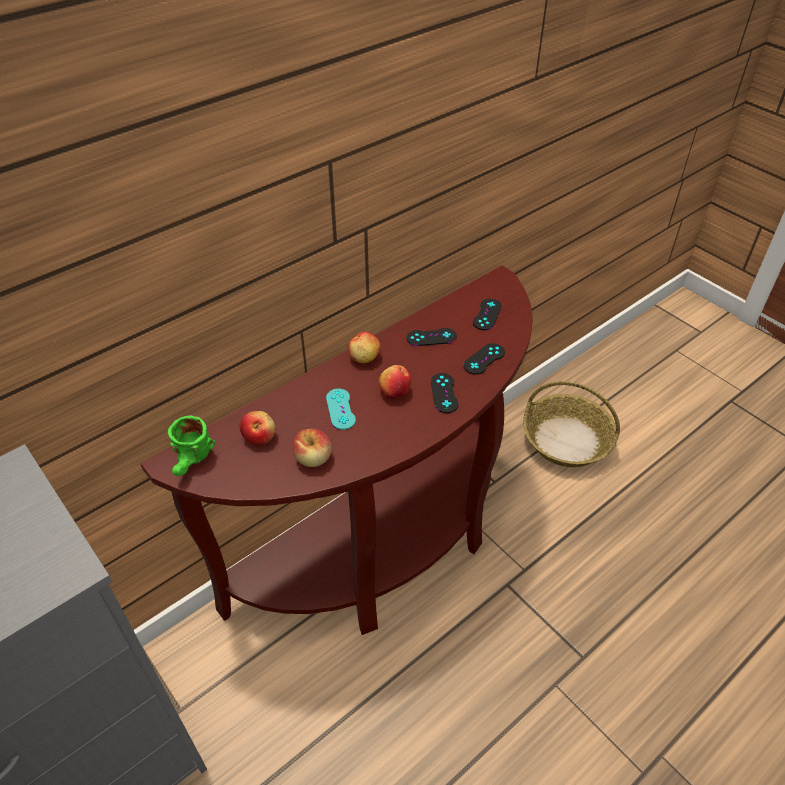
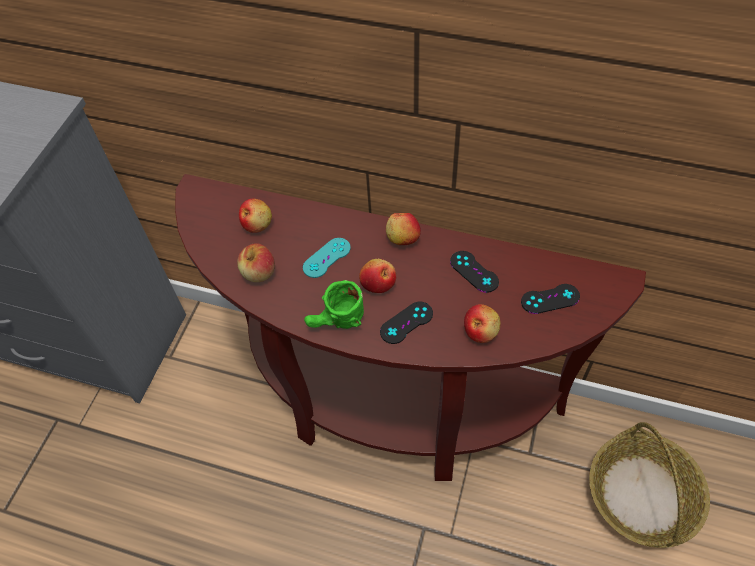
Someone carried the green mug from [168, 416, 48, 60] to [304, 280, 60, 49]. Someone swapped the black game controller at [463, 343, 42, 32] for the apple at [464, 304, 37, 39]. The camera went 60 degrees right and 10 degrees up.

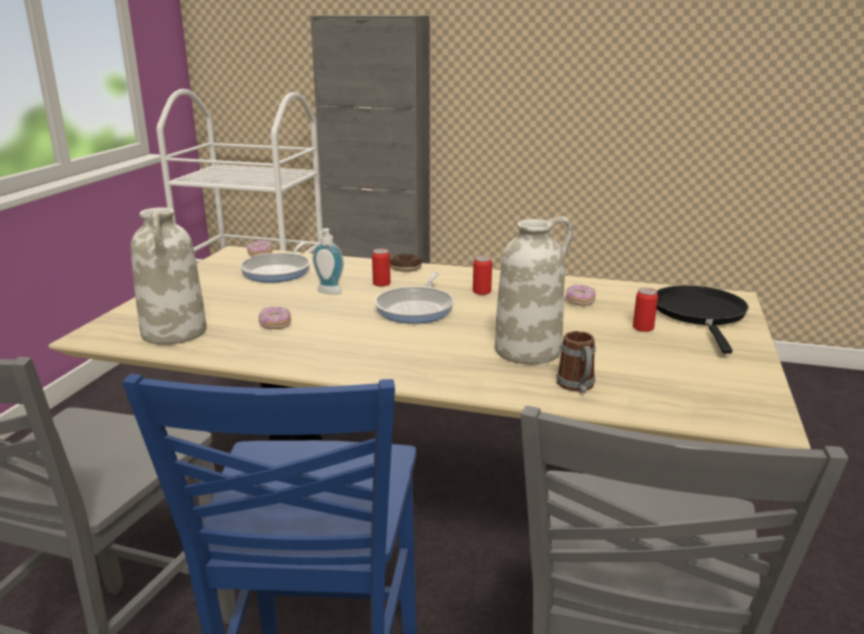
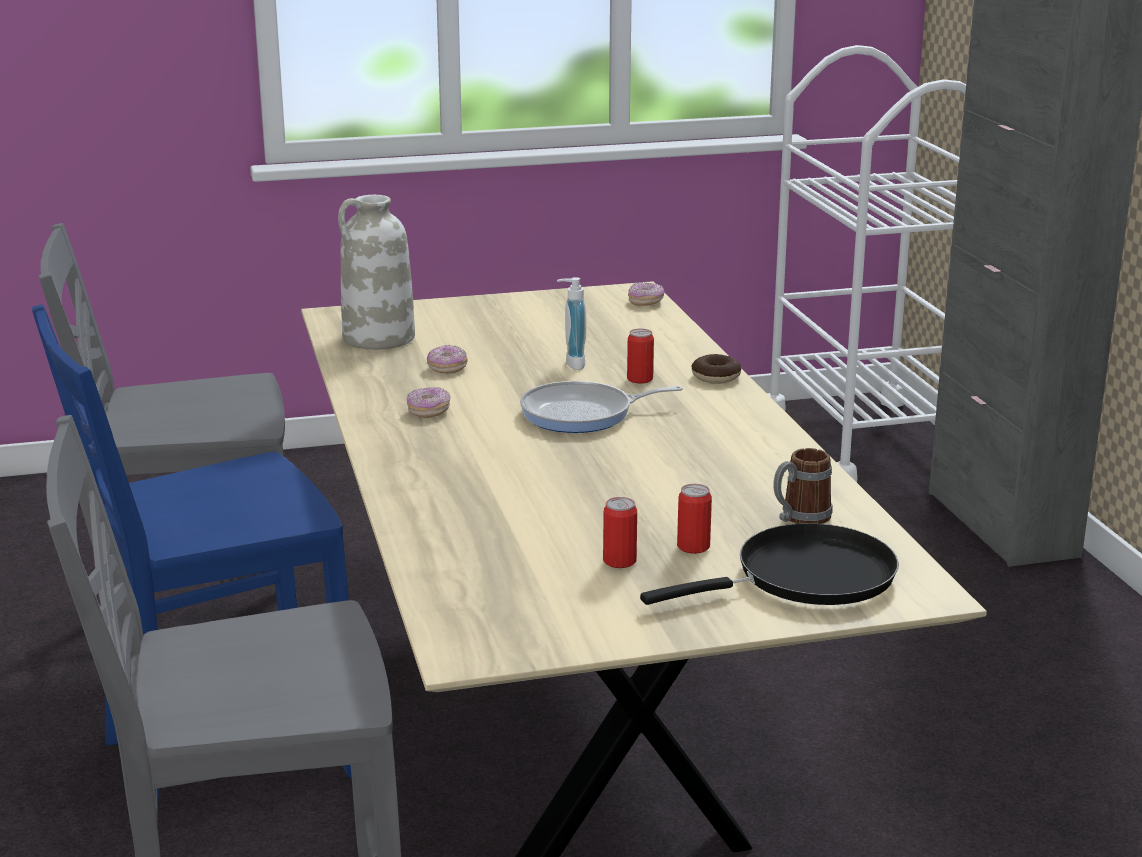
Someone took away the frying pan at [240, 241, 70, 41]. Someone took away the white vase at [495, 216, 78, 148]. Someone carried the can from [473, 256, 19, 39] to [603, 497, 34, 71]. Someone carried the mug from [556, 331, 39, 62] to [773, 448, 60, 76]. Someone carried the donut from [565, 284, 31, 22] to [407, 387, 44, 31]. The camera went 60 degrees right and 0 degrees up.

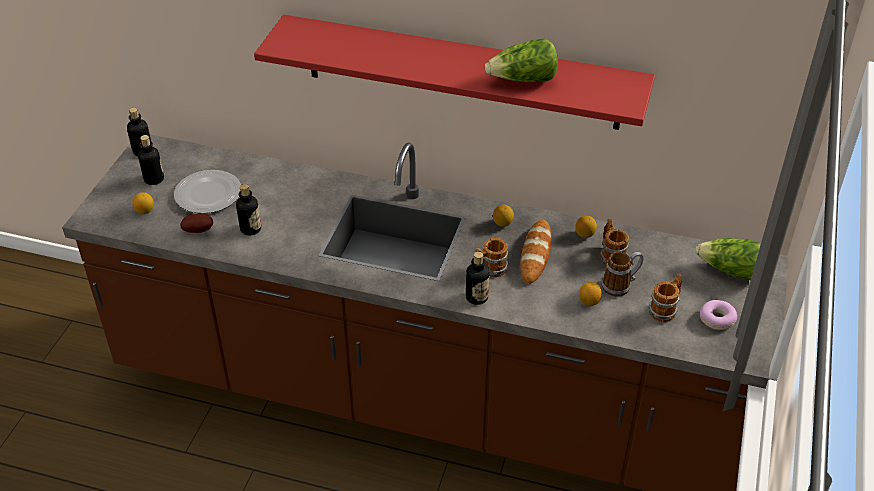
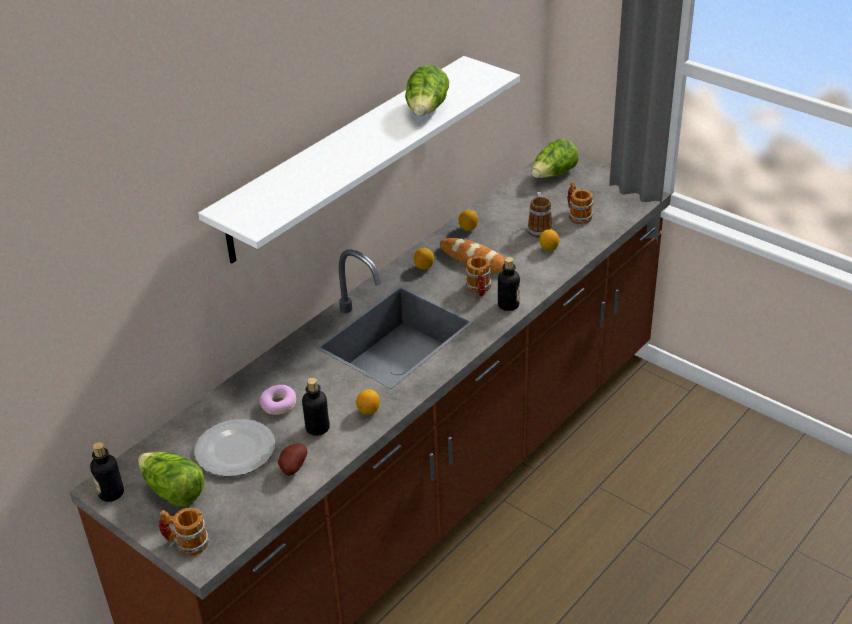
Someone carried the lemon from [132, 192, 22, 22] to [356, 390, 24, 25]. Someone carried the mug from [600, 219, 29, 47] to [158, 508, 51, 48]. Someone carried the donut from [700, 300, 37, 30] to [259, 385, 37, 30]. Someone swapped the bottle at [138, 135, 26, 50] for the lettuce at [138, 452, 67, 55]. Someone repainted the red shelf at [254, 15, 401, 115], which became the white shelf at [198, 56, 322, 207]. The camera went 65 degrees left and 5 degrees down.

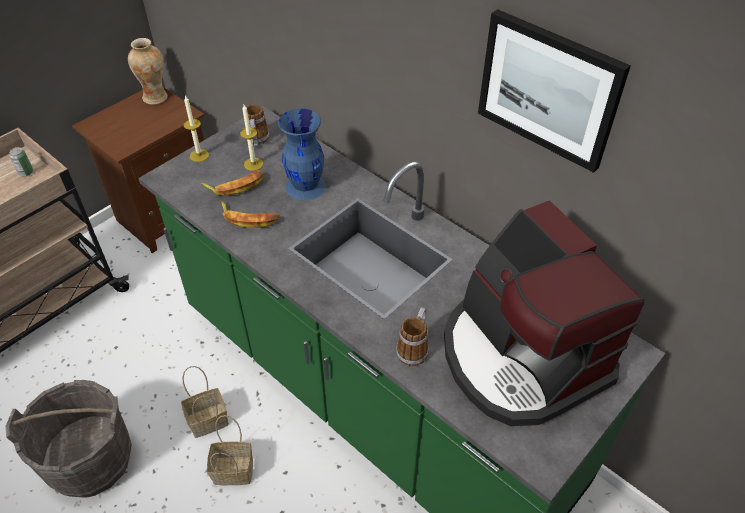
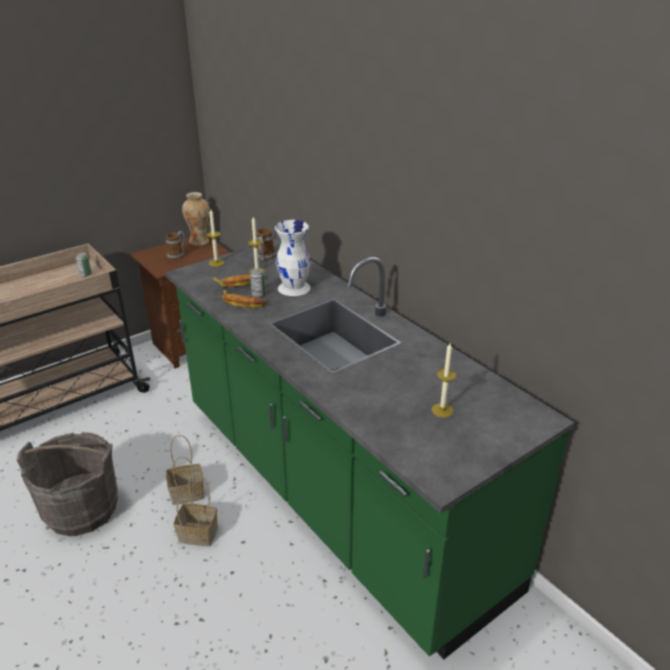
Someone took away the picture at [478, 9, 153, 164]. Someone put down the can at [250, 268, 15, 29]. Someone carried the mug from [396, 307, 32, 59] to [166, 231, 19, 29]. Someone swapped the coffee machine at [444, 200, 200, 226] for the candle at [432, 343, 24, 75]. Someone repainted the blue vase at [278, 109, 48, 91], which became the white vase at [275, 220, 36, 76]. The camera went 10 degrees right and 15 degrees down.

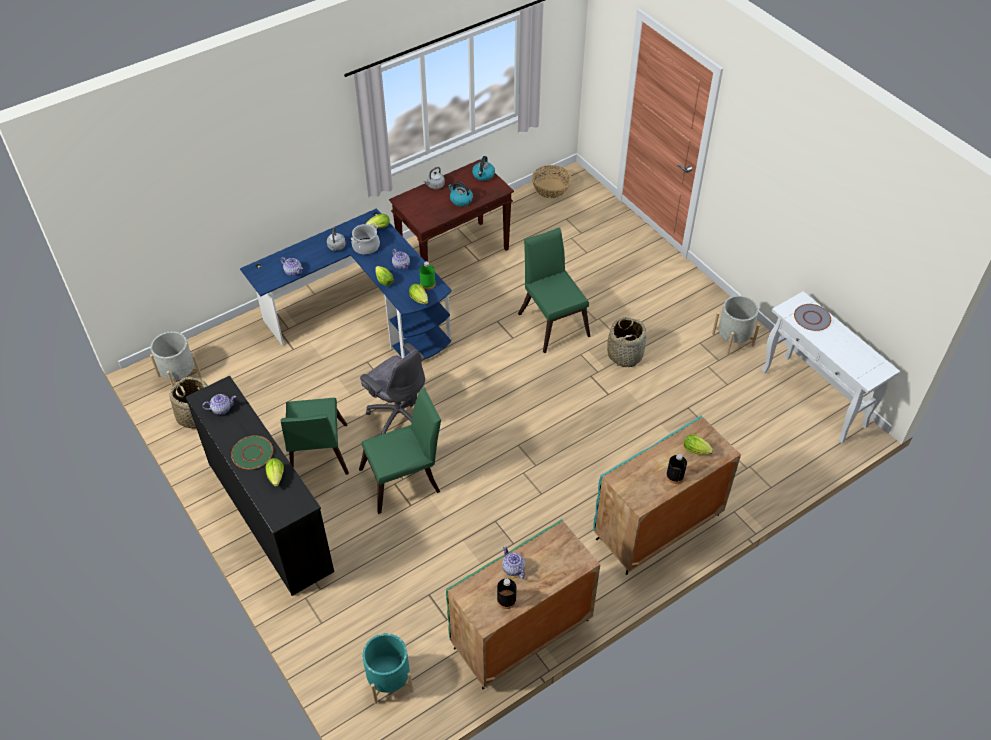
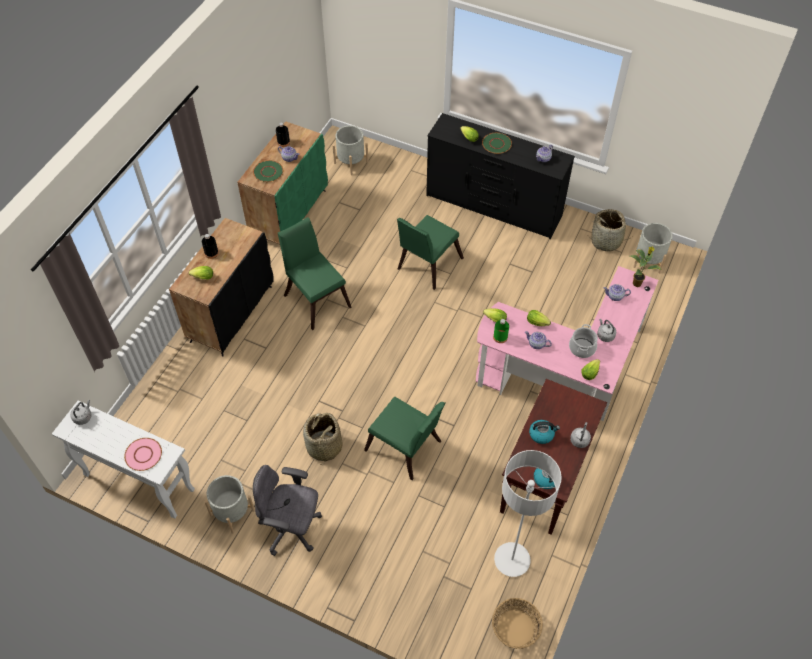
Someone put down the grey kettle at [70, 400, 22, 25]. Someone put down the green plate at [253, 160, 30, 22]. Someone put down the grey floor lamp at [494, 450, 68, 127]. Someone put down the potted plant at [630, 246, 32, 41]. Someone carried the green chair from [281, 398, 68, 77] to [278, 217, 74, 113]. Someone carried the grey office chair from [360, 343, 65, 92] to [253, 465, 69, 91]. Someone repainted the blue desk at [240, 208, 212, 152], which became the pink desk at [476, 266, 183, 155]. Someone repainted the turquoise planter at [362, 633, 51, 71], which became the grey planter at [332, 125, 36, 50]. Someone repainted the turquoise cabinet at [593, 416, 148, 159], which became the black cabinet at [169, 218, 105, 139]. Someone repainted the grey plate at [794, 304, 37, 27], which became the pink plate at [124, 438, 38, 33]. The camera went 150 degrees right and 5 degrees up.

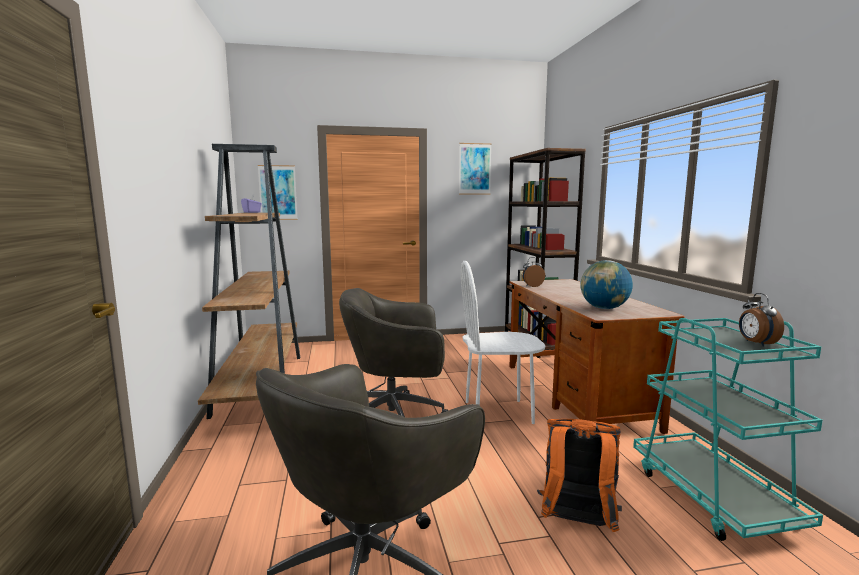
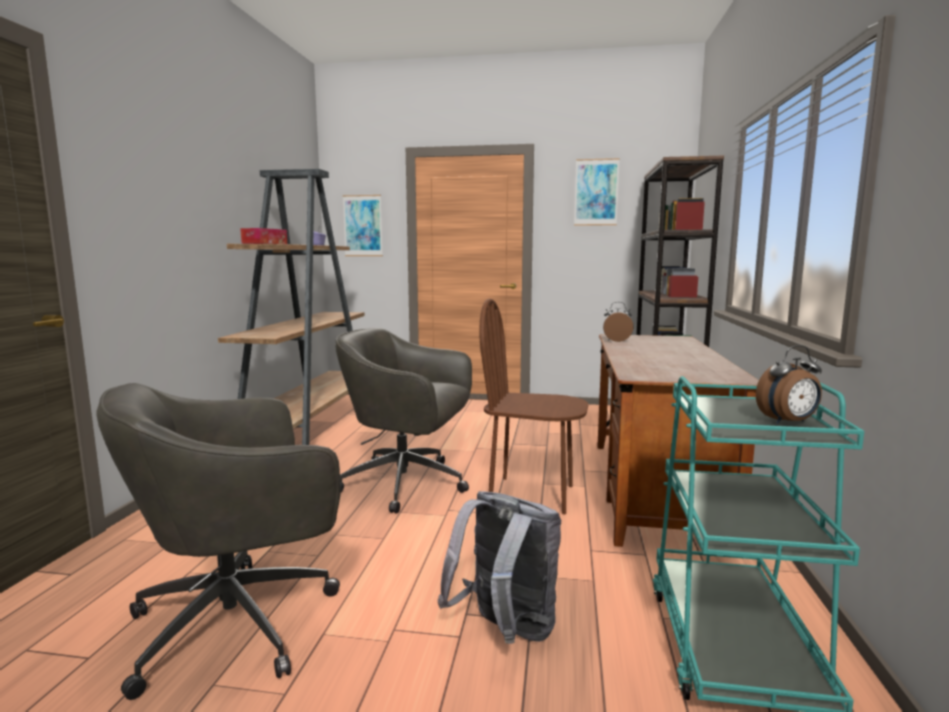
Someone took away the globe at [580, 260, 53, 49]. Someone put down the tissue box at [240, 228, 47, 16]. Someone repainted the white chair at [461, 261, 84, 163], which became the brown chair at [479, 299, 109, 216]. Someone repainted the orange backpack at [537, 419, 85, 113], which became the grey backpack at [437, 491, 124, 153]. Someone rotated the alarm clock at [739, 293, 45, 54] by 120 degrees counterclockwise. The camera went 20 degrees right and 0 degrees up.

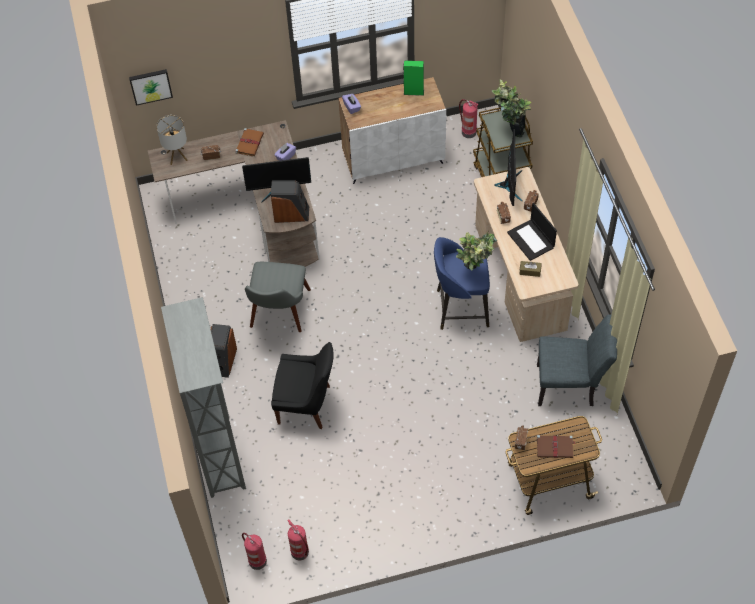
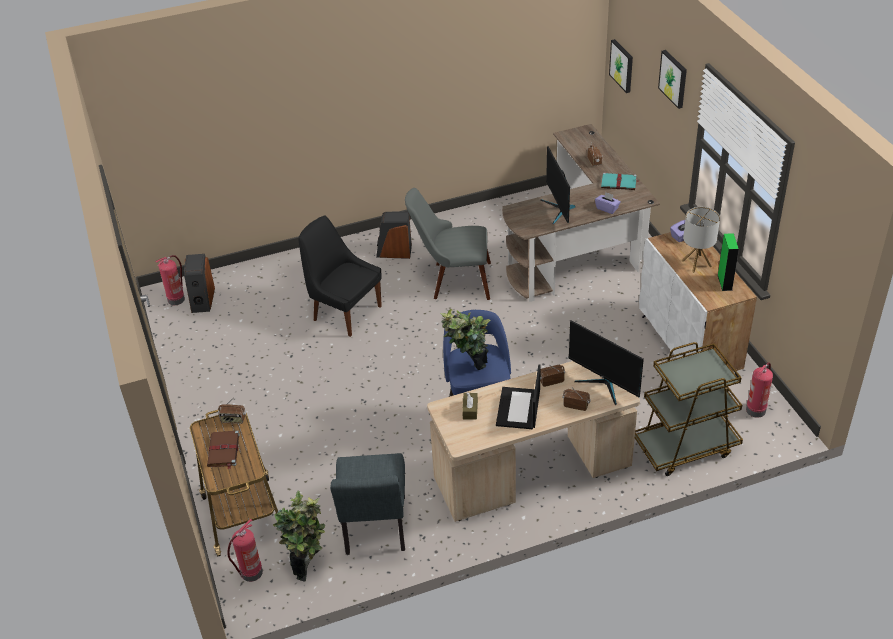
Someone took away the grey bookcase at [161, 297, 85, 201]. Someone put up the picture at [658, 50, 29, 59]. Someone carried the table lamp from [156, 115, 32, 50] to [682, 207, 38, 66]. Someone carried the speaker from [271, 180, 38, 43] to [184, 254, 31, 59]. Someone carried the fire extinguisher from [287, 520, 22, 40] to [228, 519, 35, 63]. Someone carried the potted plant from [492, 79, 39, 59] to [273, 490, 52, 92]. Someone repainted the brown book at [235, 128, 29, 29], which became the turquoise book at [601, 172, 38, 18]. Someone rotated the black chair at [271, 342, 63, 87] by 120 degrees clockwise. Someone rotated the monitor at [494, 129, 29, 77] by 45 degrees clockwise. Someone rotated the laptop at [507, 203, 50, 58] by 45 degrees counterclockwise. The camera went 85 degrees right and 15 degrees down.

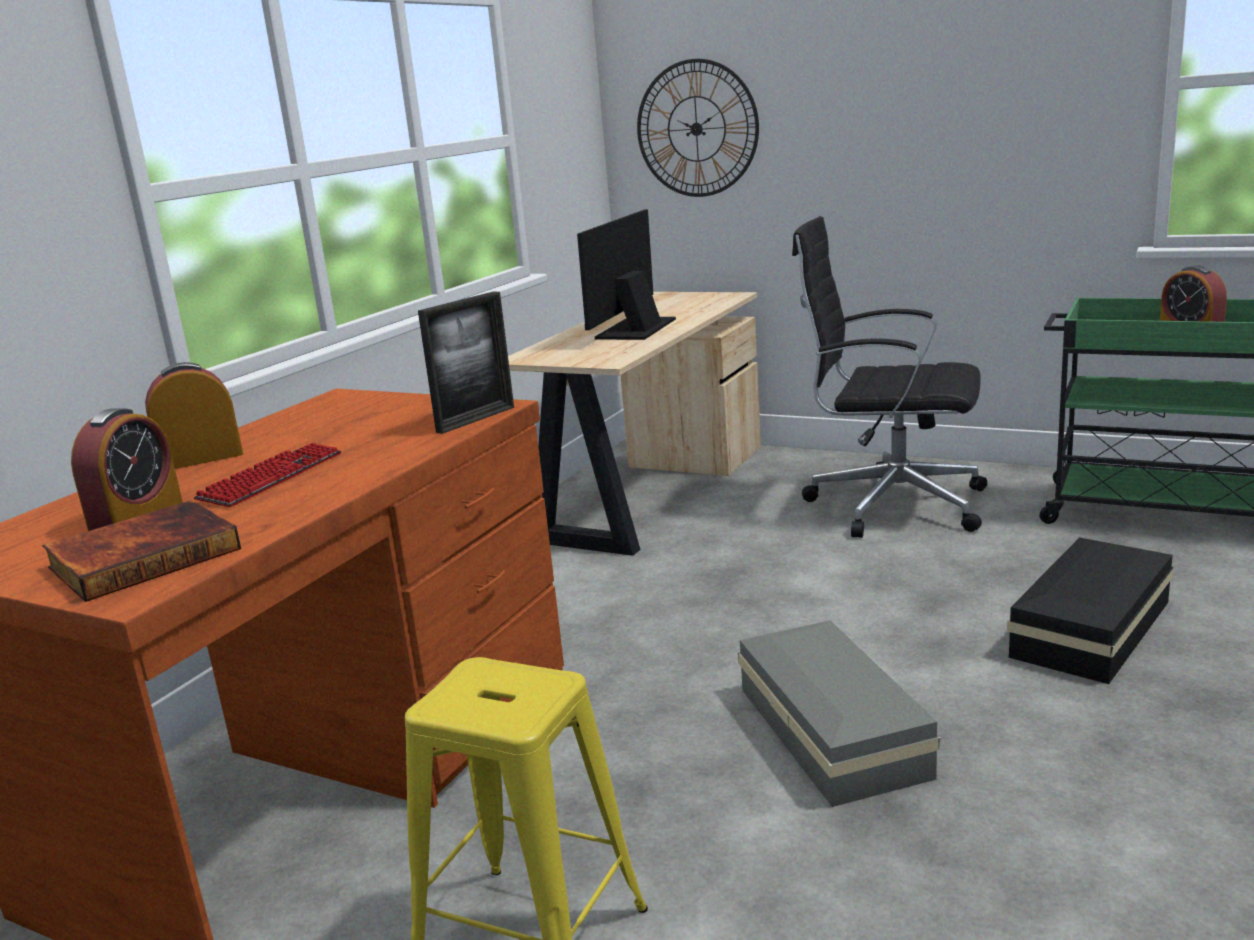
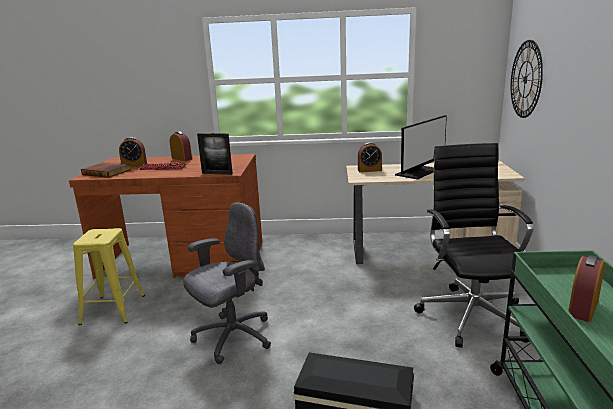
Someone put down the alarm clock at [358, 142, 24, 31]. Someone swapped the grey storage box at [738, 620, 202, 187] for the grey office chair at [183, 203, 88, 161]. Someone rotated the monitor at [577, 209, 99, 131] by 135 degrees clockwise. The camera went 65 degrees right and 0 degrees up.

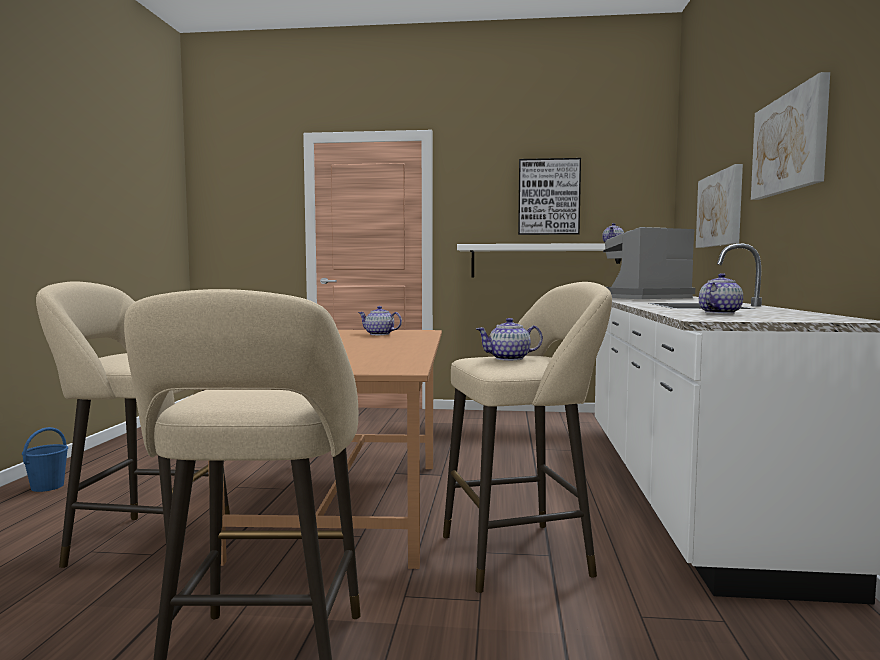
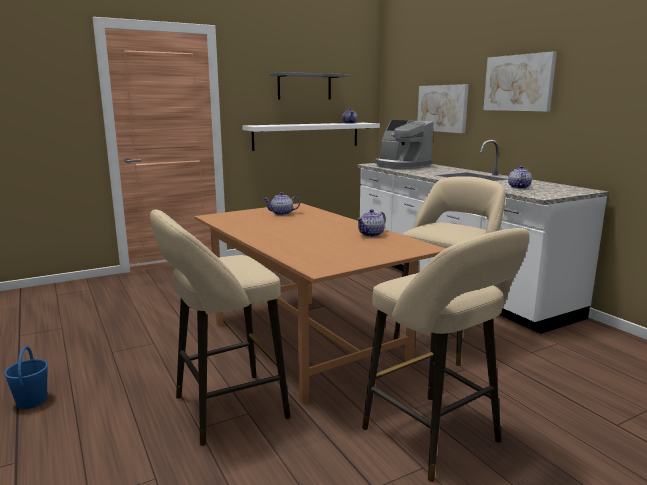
Someone carried the teapot from [476, 318, 67, 43] to [357, 209, 29, 28]. Someone swapped the picture at [518, 158, 63, 77] for the grey shelf at [269, 72, 80, 28]. Someone rotated the coffee machine at [603, 227, 92, 72] by 75 degrees counterclockwise. The camera went 35 degrees left and 10 degrees up.

